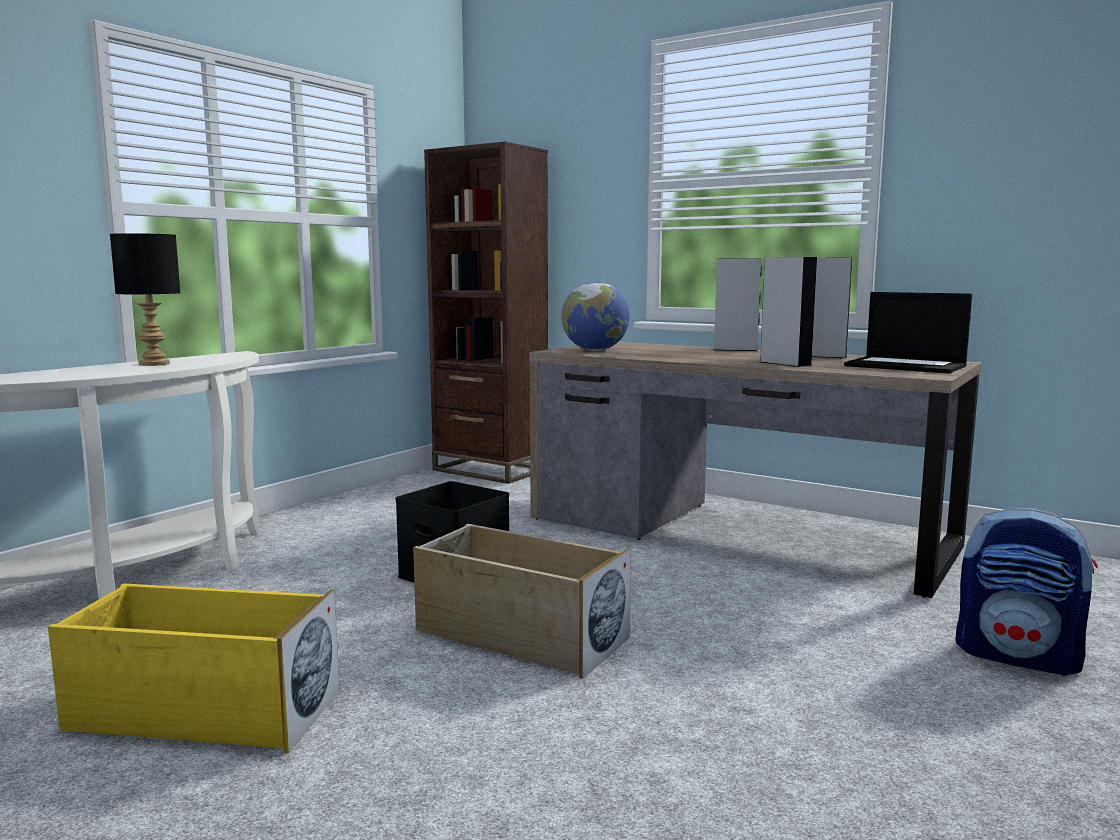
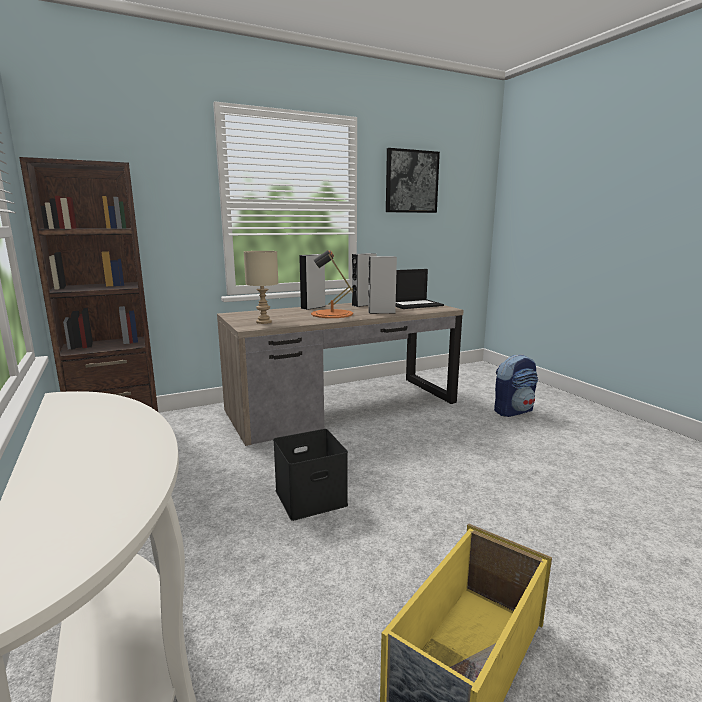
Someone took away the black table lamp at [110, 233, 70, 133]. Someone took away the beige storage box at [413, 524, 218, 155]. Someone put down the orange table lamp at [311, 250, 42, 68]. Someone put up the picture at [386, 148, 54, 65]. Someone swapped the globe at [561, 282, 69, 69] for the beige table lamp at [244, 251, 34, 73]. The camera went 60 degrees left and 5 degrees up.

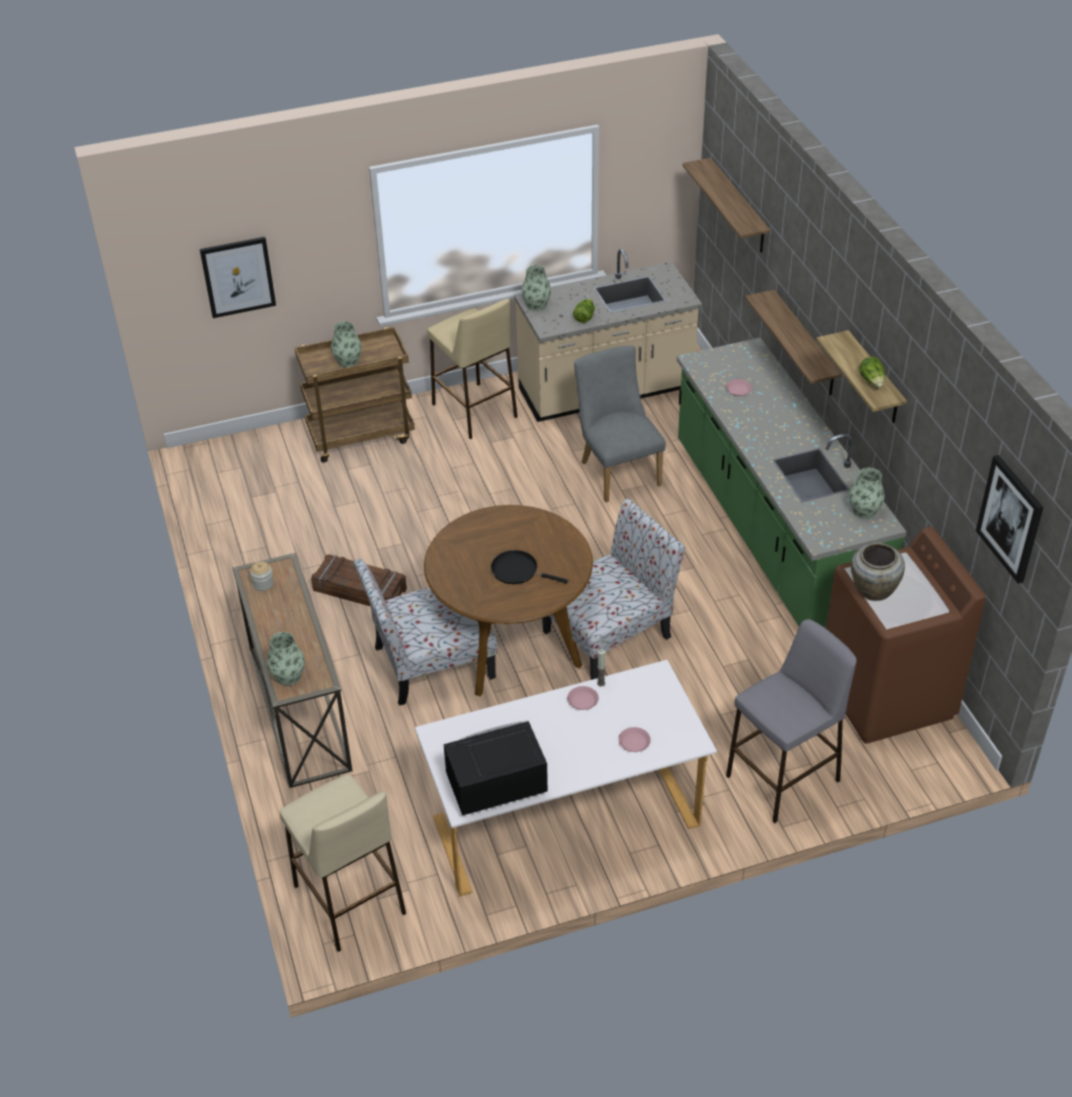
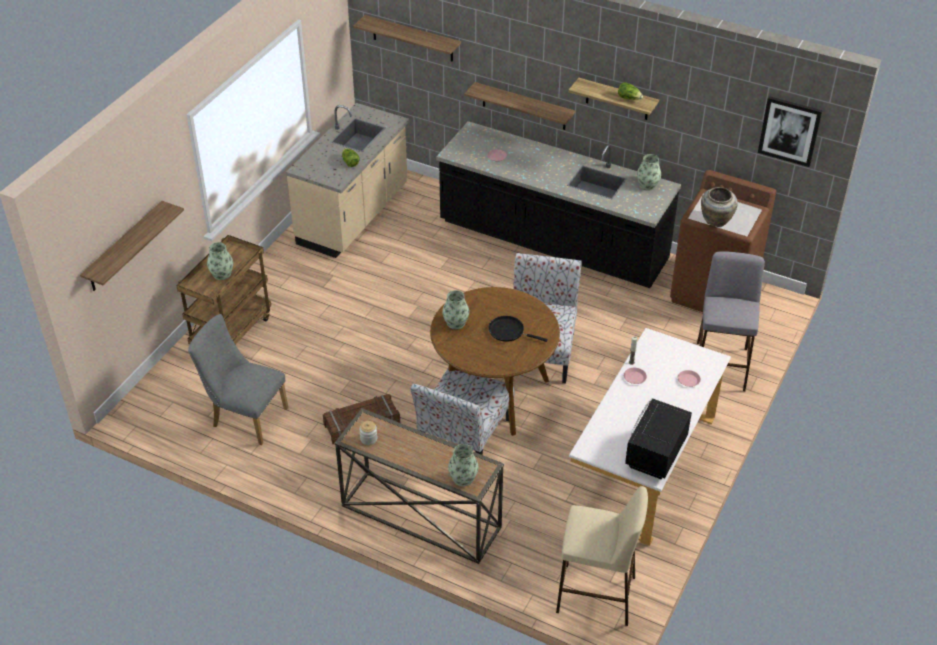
Someone took away the beige stool at [428, 299, 90, 140]. Someone carried the vase from [521, 265, 30, 46] to [442, 290, 27, 39]. Someone carried the grey chair from [574, 346, 92, 156] to [188, 314, 100, 131]. Someone swapped the picture at [200, 237, 76, 81] for the shelf at [80, 201, 104, 90]. Someone repainted the green counter at [677, 338, 230, 290], which became the black counter at [436, 121, 245, 167]. Someone rotated the black frying pan at [491, 550, 77, 34] by 45 degrees clockwise. The camera went 45 degrees left and 0 degrees up.

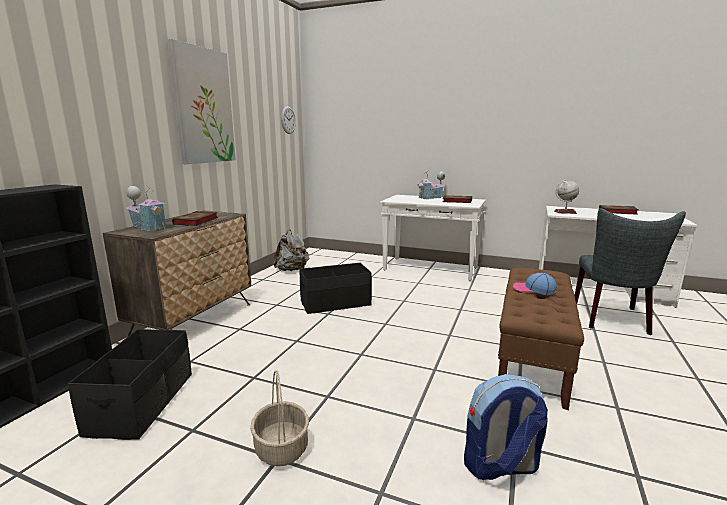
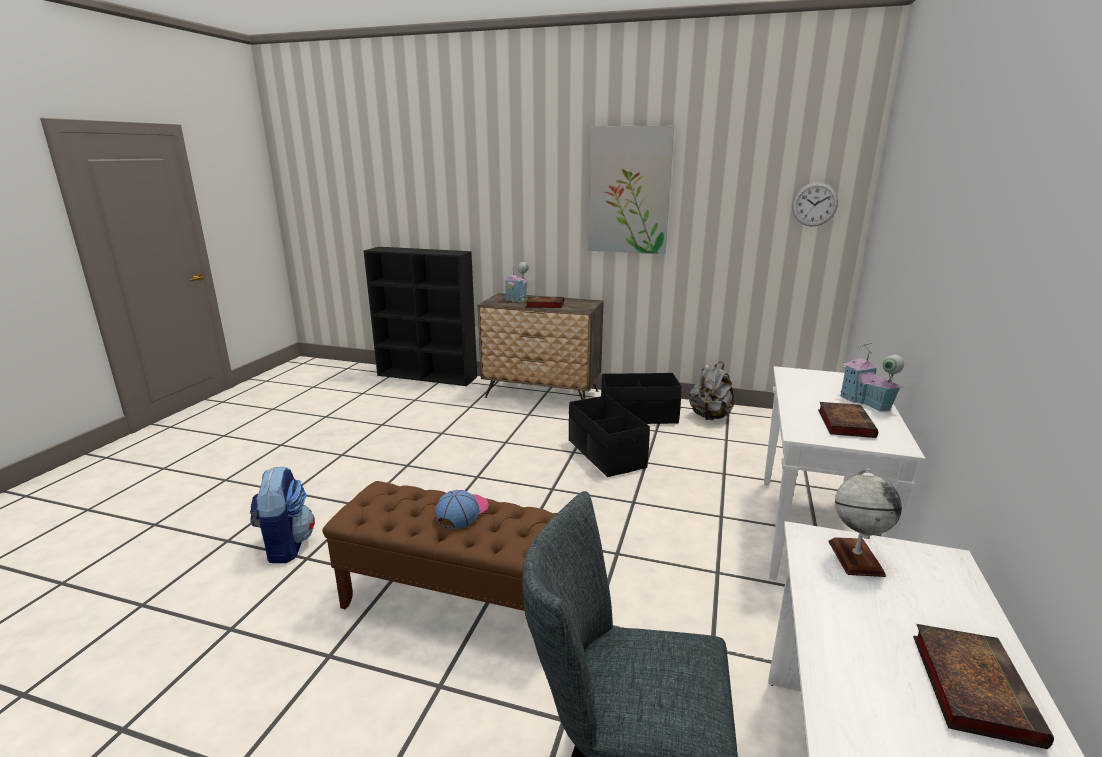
Someone took away the basket at [250, 371, 59, 95]. Someone carried the black storage box from [68, 329, 124, 111] to [601, 373, 81, 51]. The camera went 85 degrees right and 5 degrees up.

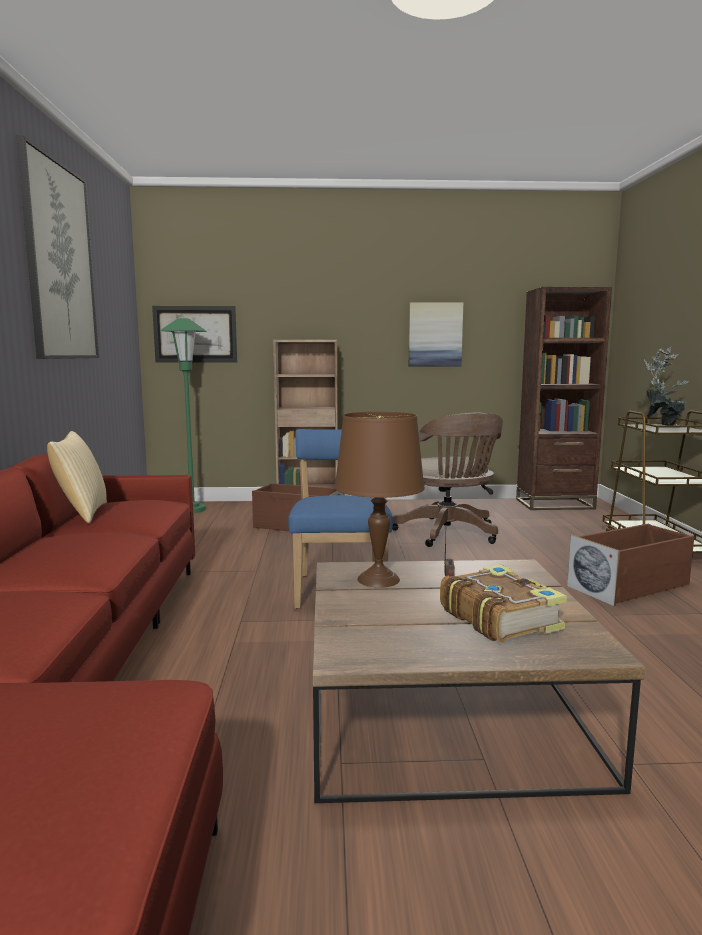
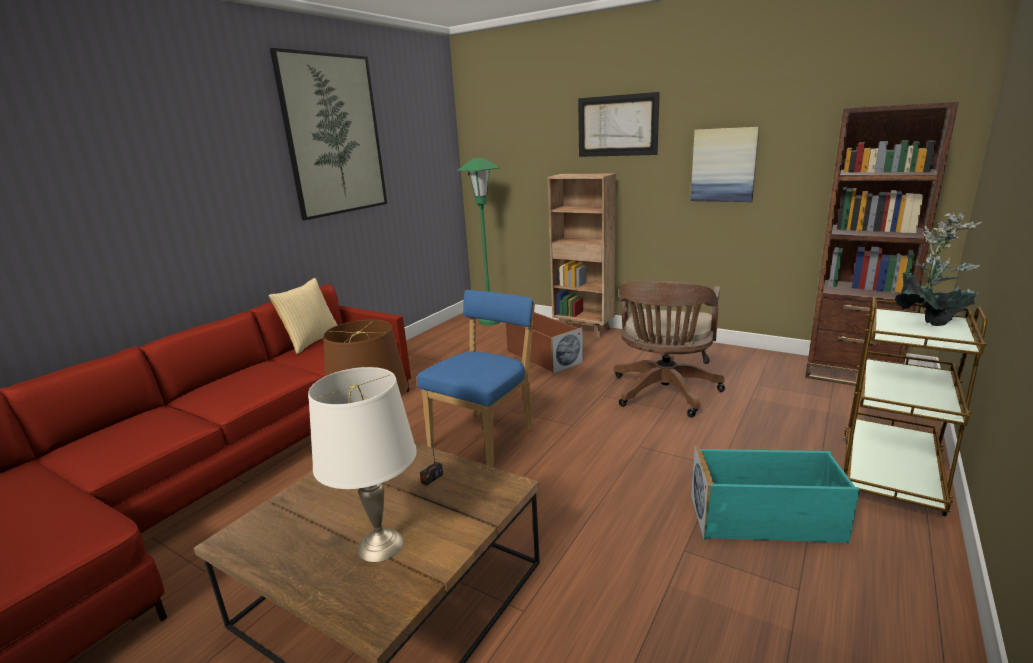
Someone carried the picture from [152, 306, 85, 57] to [578, 92, 82, 65]. Someone swapped the book at [440, 564, 127, 79] for the white table lamp at [308, 367, 109, 195]. Someone repainted the brown storage box at [567, 524, 127, 82], which became the turquoise storage box at [691, 446, 169, 97]. The camera went 35 degrees right and 10 degrees up.

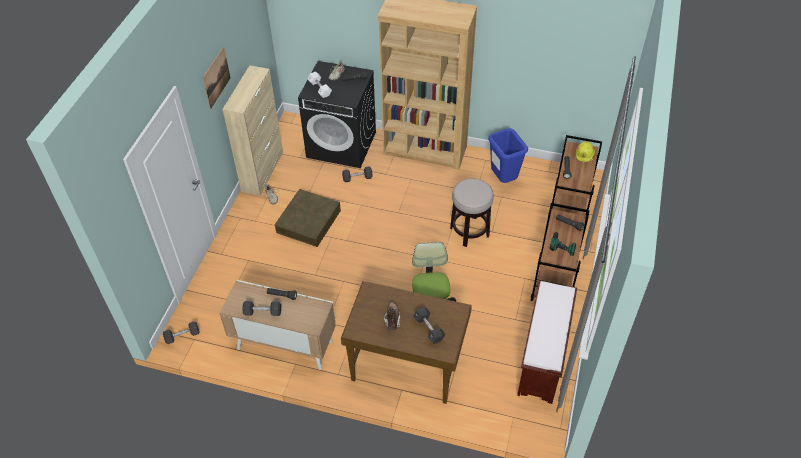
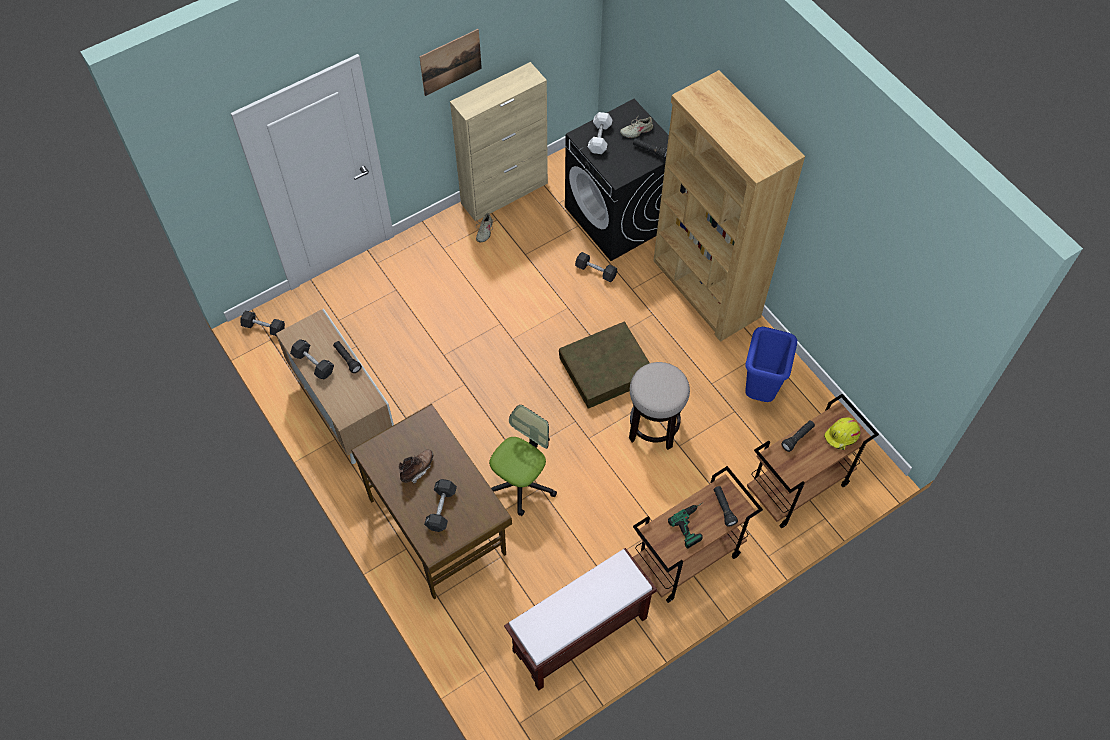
Someone carried the brown storage box from [275, 189, 66, 58] to [559, 321, 91, 88]. The camera went 40 degrees right and 10 degrees up.

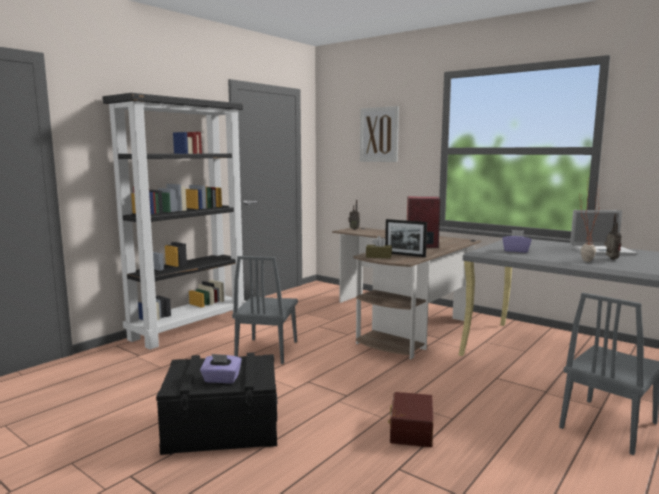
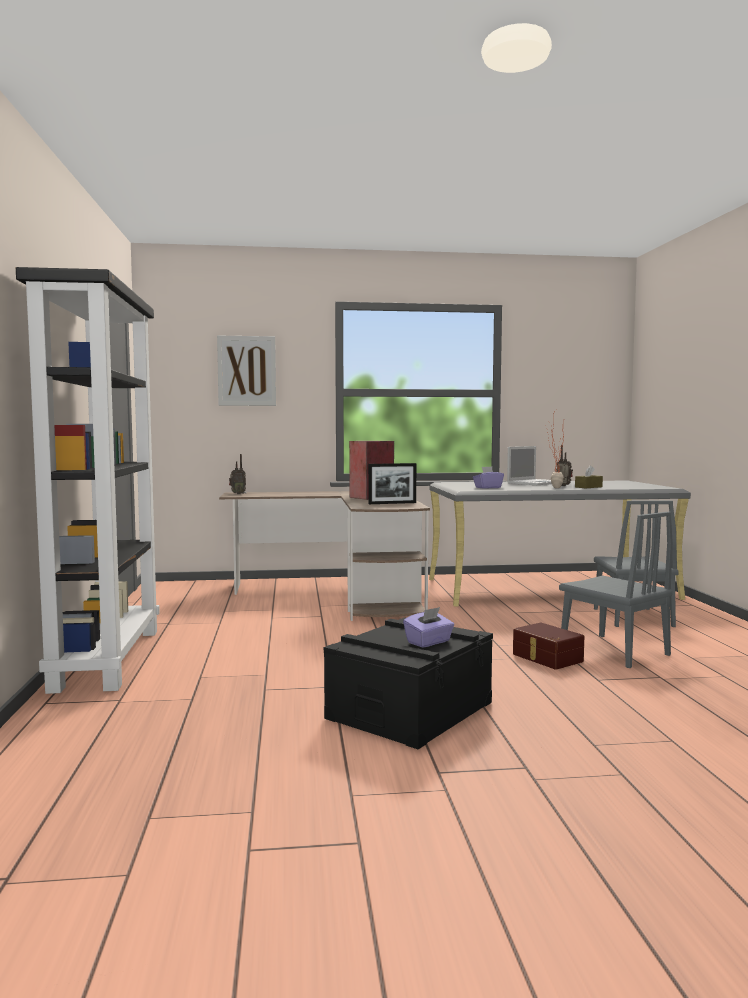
Someone carried the grey chair from [232, 256, 66, 108] to [559, 511, 114, 157]. Someone carried the brown tissue box from [366, 236, 26, 23] to [575, 465, 28, 23]. The camera went 45 degrees left and 5 degrees down.

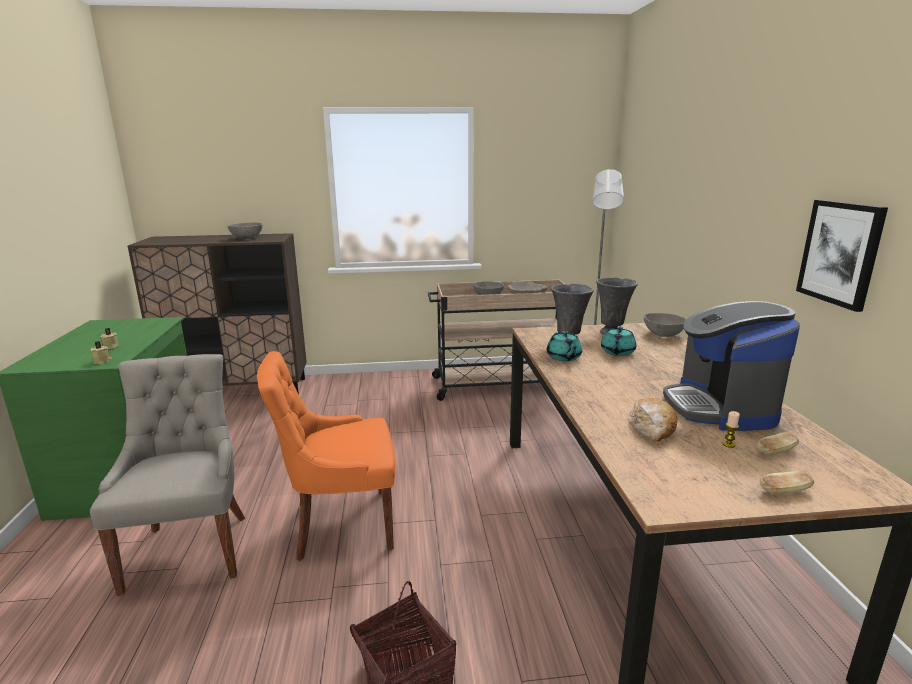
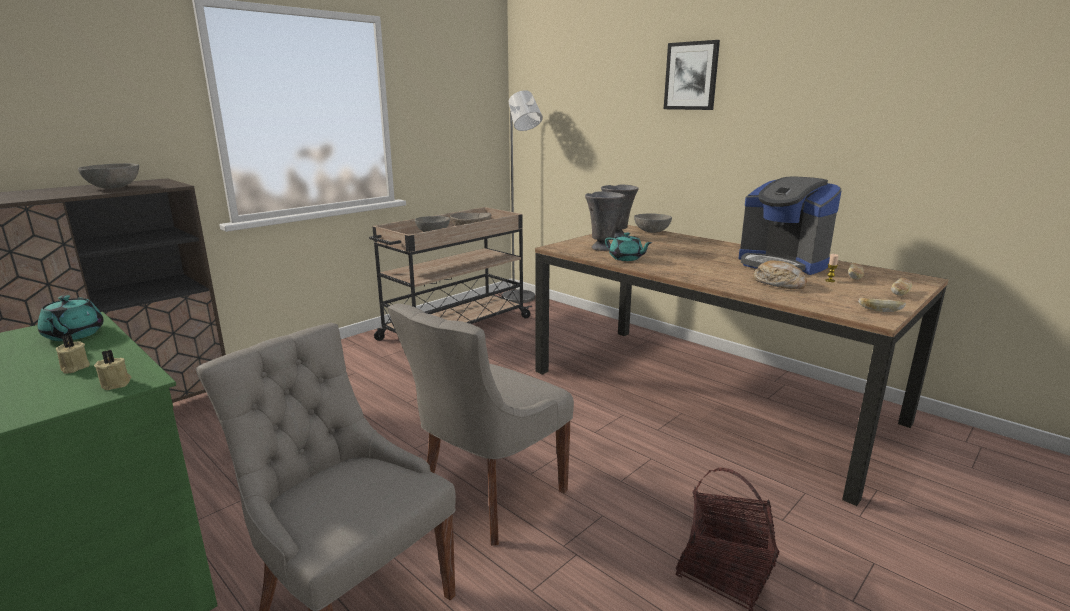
Someone put down the bread at [859, 298, 47, 14]. Someone carried the turquoise teapot from [601, 326, 35, 30] to [38, 295, 66, 46]. Someone carried the picture from [796, 200, 92, 112] to [664, 40, 56, 70]. Someone repainted the orange chair at [257, 351, 139, 210], which became the grey chair at [387, 304, 187, 241]. The camera went 40 degrees left and 0 degrees up.

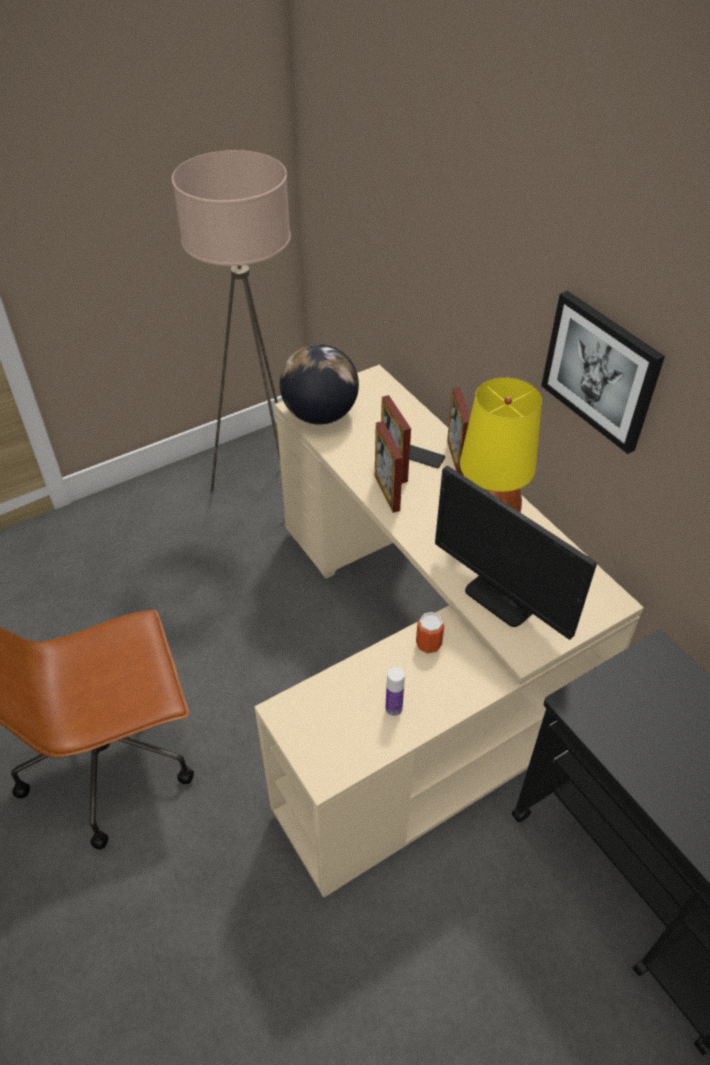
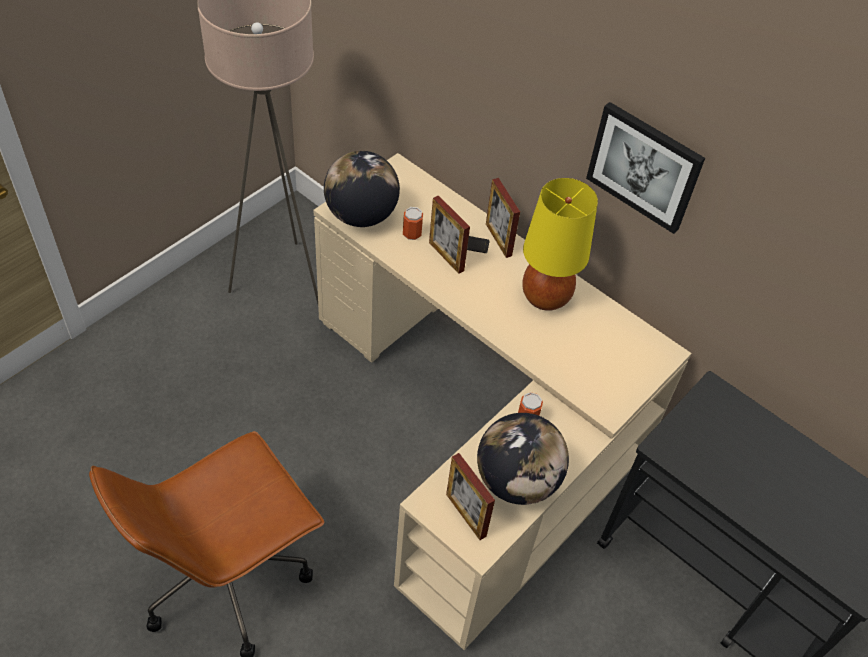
Someone took away the monitor at [435, 466, 162, 174]. Someone put down the can at [403, 207, 20, 33]. Someone carried the picture frame from [375, 421, 28, 92] to [446, 453, 49, 87]. Someone swapped the bottle at [385, 667, 20, 49] for the globe at [477, 413, 92, 92]. The camera went 20 degrees left and 5 degrees up.

